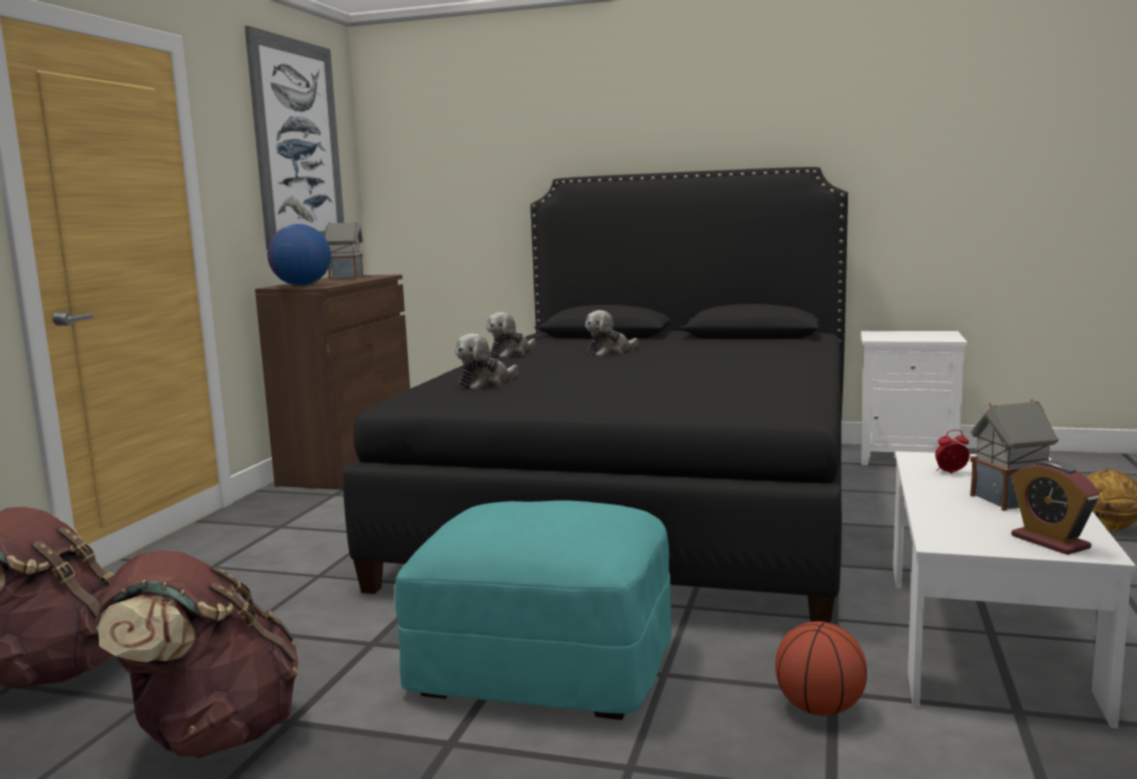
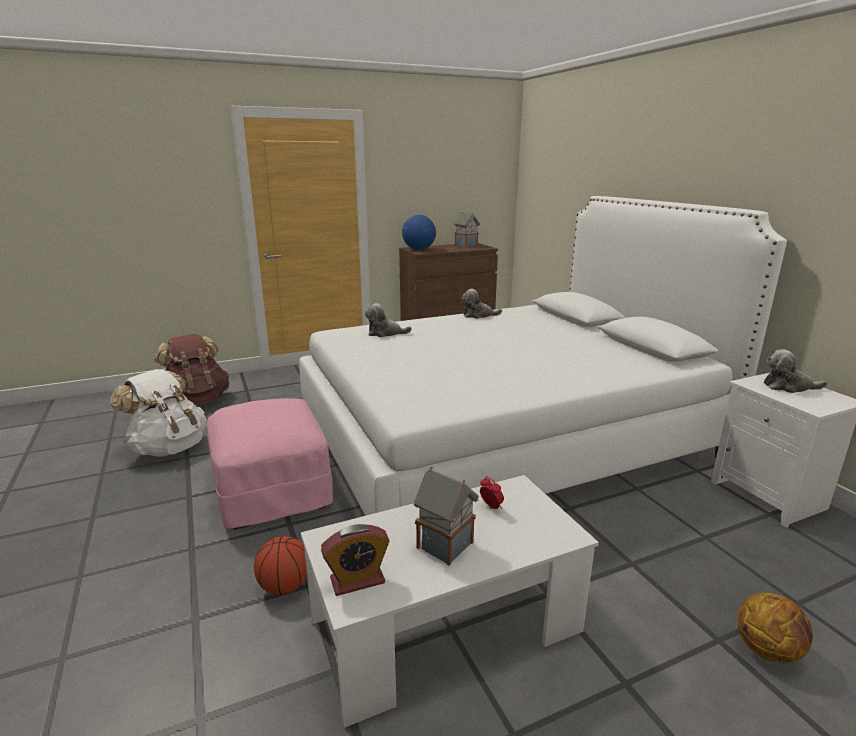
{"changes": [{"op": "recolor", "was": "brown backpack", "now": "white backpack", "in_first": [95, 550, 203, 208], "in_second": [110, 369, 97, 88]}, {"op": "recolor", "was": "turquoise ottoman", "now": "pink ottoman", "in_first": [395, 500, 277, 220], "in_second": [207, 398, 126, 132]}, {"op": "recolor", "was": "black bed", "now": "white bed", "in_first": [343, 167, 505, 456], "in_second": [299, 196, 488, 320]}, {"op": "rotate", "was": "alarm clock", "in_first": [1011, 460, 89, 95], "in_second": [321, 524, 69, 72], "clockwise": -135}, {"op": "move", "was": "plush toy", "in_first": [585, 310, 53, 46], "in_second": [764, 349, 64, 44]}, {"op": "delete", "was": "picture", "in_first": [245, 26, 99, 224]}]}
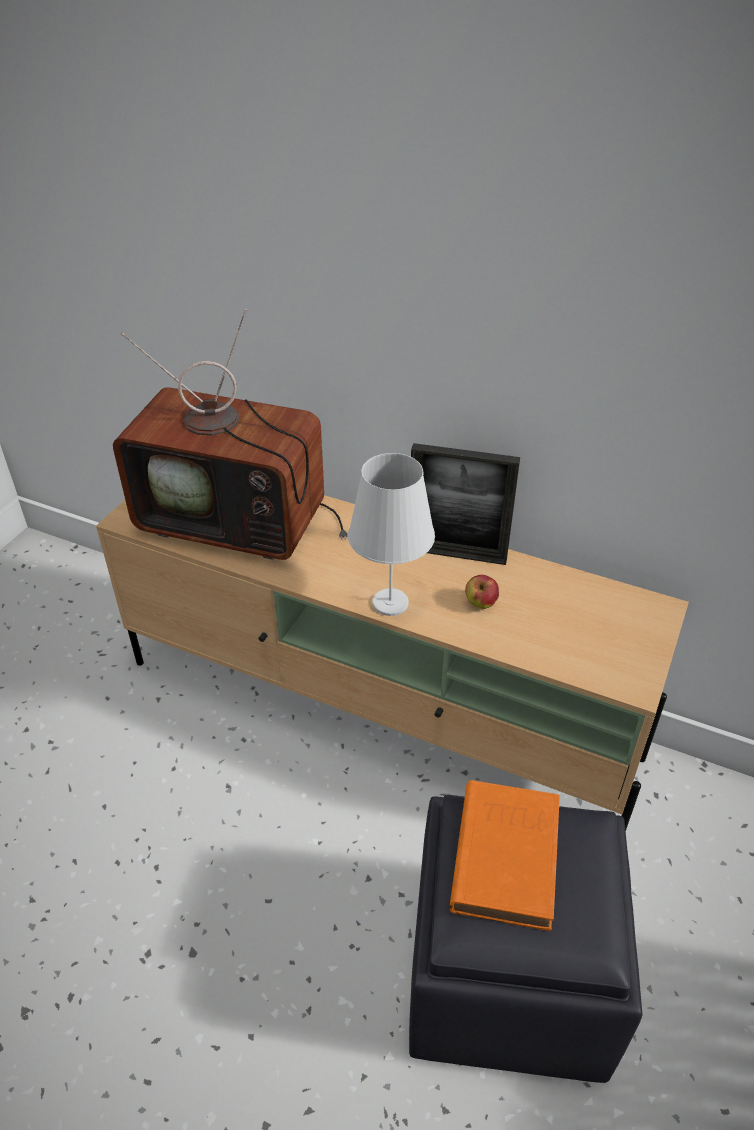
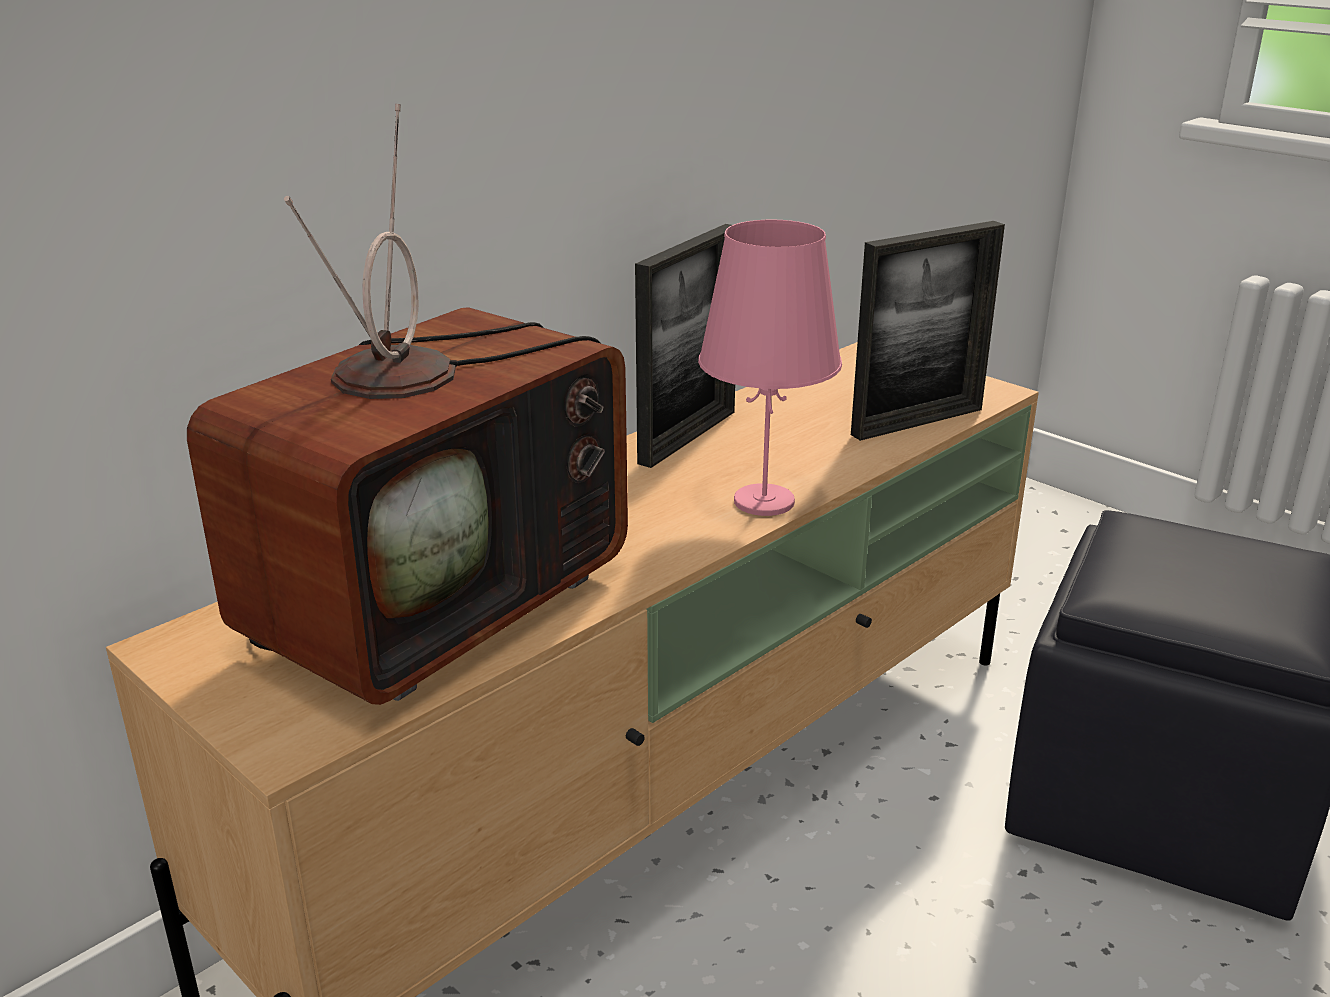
{"changes": [{"op": "recolor", "was": "white table lamp", "now": "pink table lamp", "in_first": [348, 453, 87, 163], "in_second": [698, 220, 144, 296]}, {"op": "insert", "now": "picture frame", "in_second": [851, 221, 154, 220]}, {"op": "delete", "was": "orange book", "in_first": [449, 780, 111, 151]}, {"op": "delete", "was": "apple", "in_first": [465, 575, 34, 34]}]}
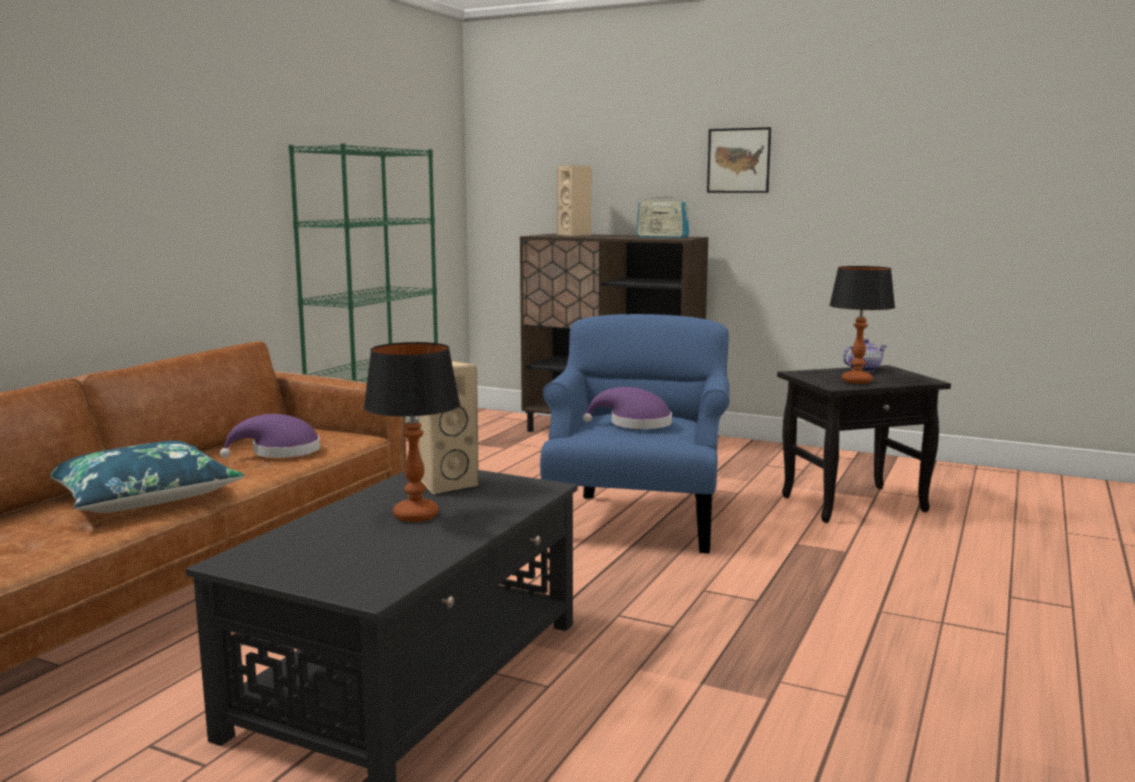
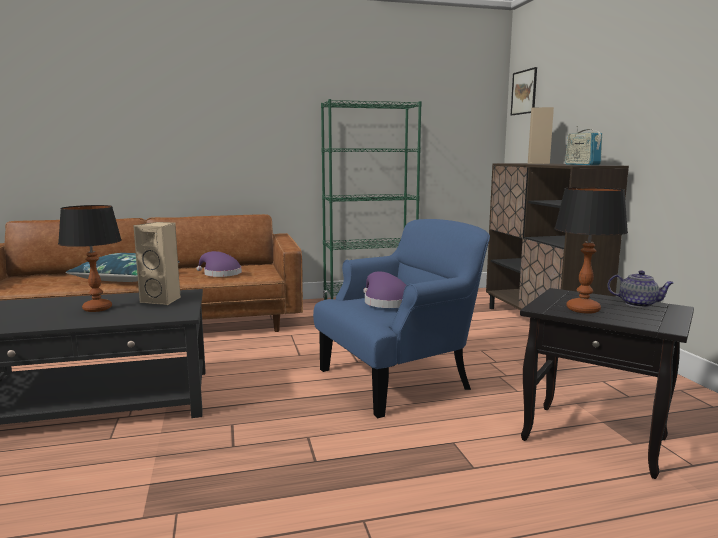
{"changes": [{"op": "move", "was": "picture", "in_first": [707, 127, 64, 66], "in_second": [511, 67, 26, 48]}]}
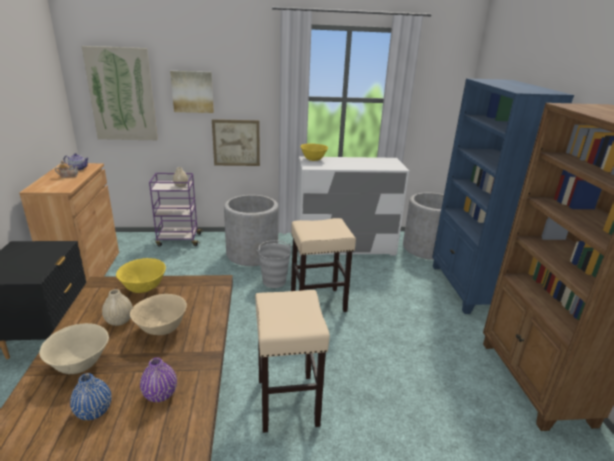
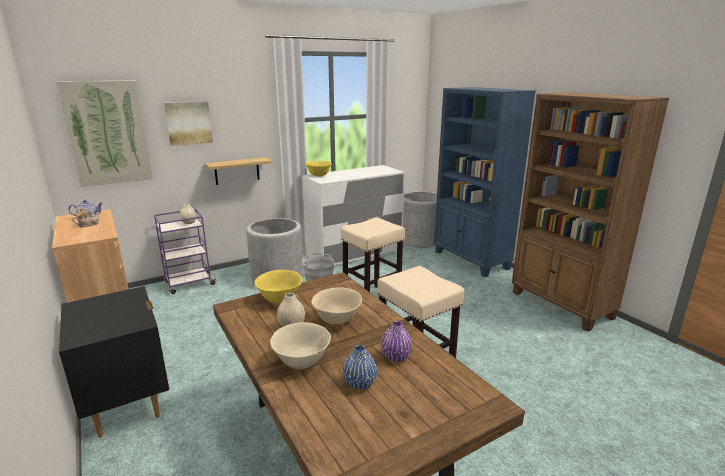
{"changes": [{"op": "replace", "was": "picture", "now": "shelf", "in_first": [212, 119, 48, 47], "in_second": [205, 157, 67, 28]}]}
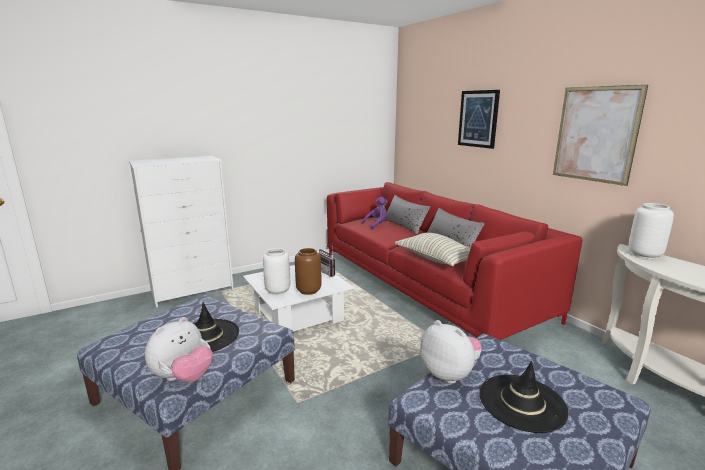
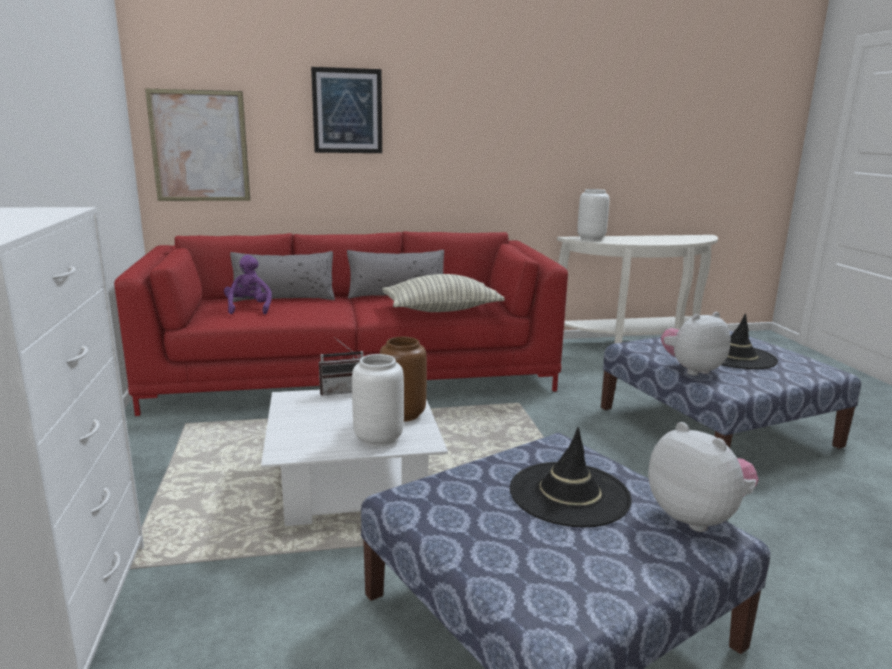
{"changes": [{"op": "move", "was": "picture", "in_first": [553, 85, 95, 101], "in_second": [145, 89, 105, 112]}]}
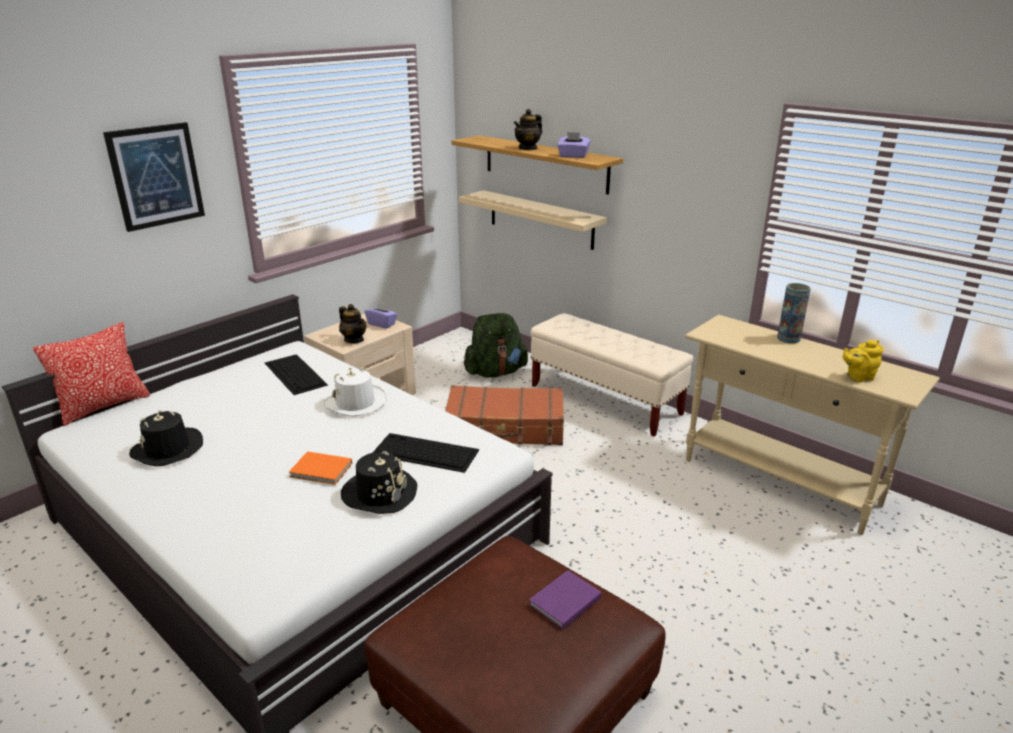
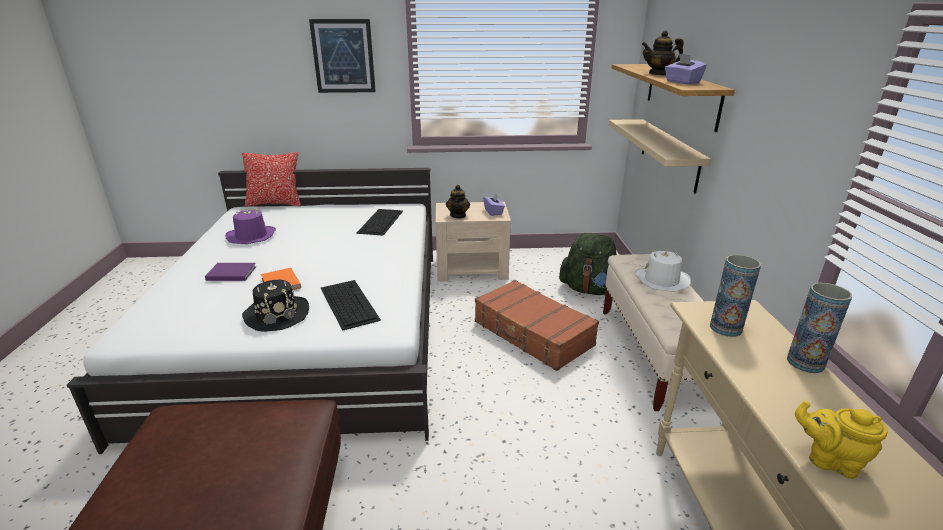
{"changes": [{"op": "move", "was": "purple book", "in_first": [529, 570, 73, 59], "in_second": [205, 263, 51, 18]}, {"op": "recolor", "was": "black hat", "now": "purple hat", "in_first": [129, 410, 74, 56], "in_second": [225, 208, 51, 36]}, {"op": "move", "was": "white hat", "in_first": [324, 368, 63, 48], "in_second": [635, 250, 56, 42]}, {"op": "insert", "now": "vase", "in_second": [710, 255, 51, 82]}]}
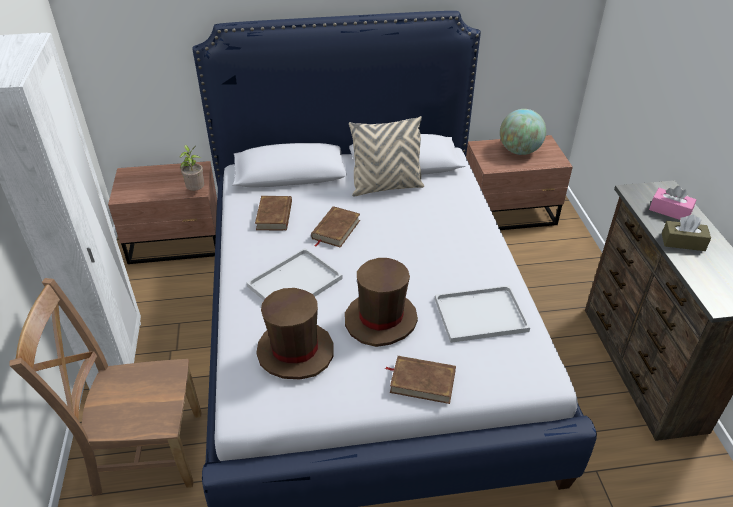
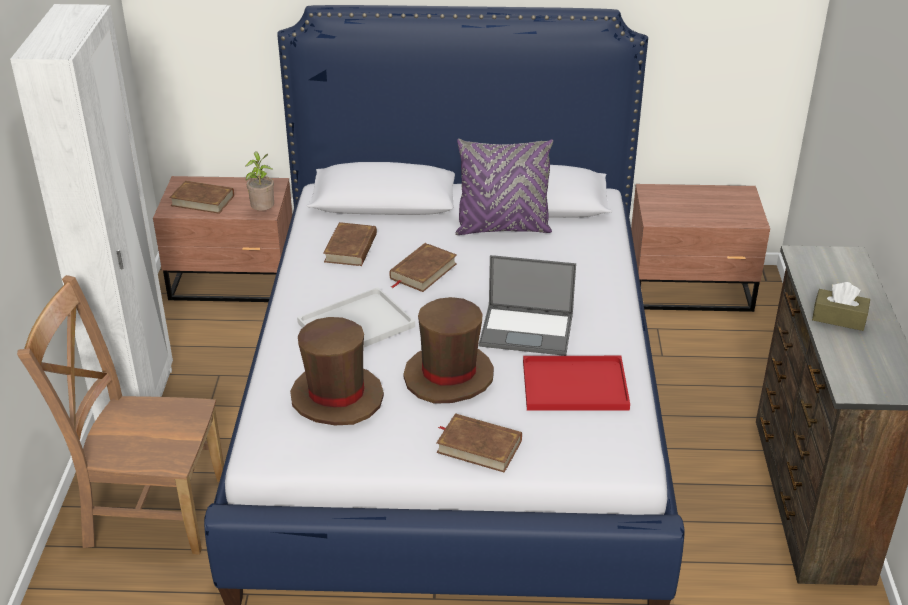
{"changes": [{"op": "insert", "now": "brown book", "in_second": [169, 181, 65, 33]}, {"op": "recolor", "was": "beige pillow", "now": "purple pillow", "in_first": [349, 116, 75, 80], "in_second": [455, 139, 98, 96]}, {"op": "insert", "now": "laptop", "in_second": [479, 255, 97, 101]}, {"op": "recolor", "was": "white tray", "now": "red tray", "in_first": [435, 285, 95, 58], "in_second": [523, 356, 107, 55]}, {"op": "delete", "was": "globe", "in_first": [500, 109, 46, 46]}, {"op": "delete", "was": "pink tissue box", "in_first": [649, 186, 48, 34]}]}
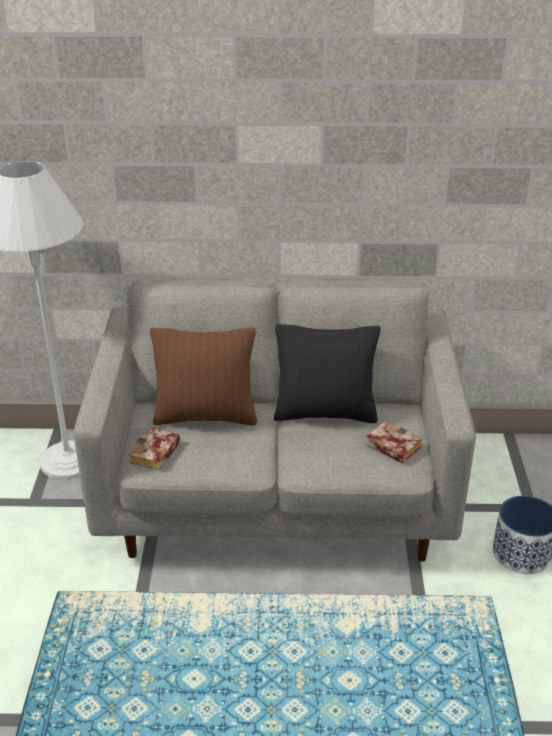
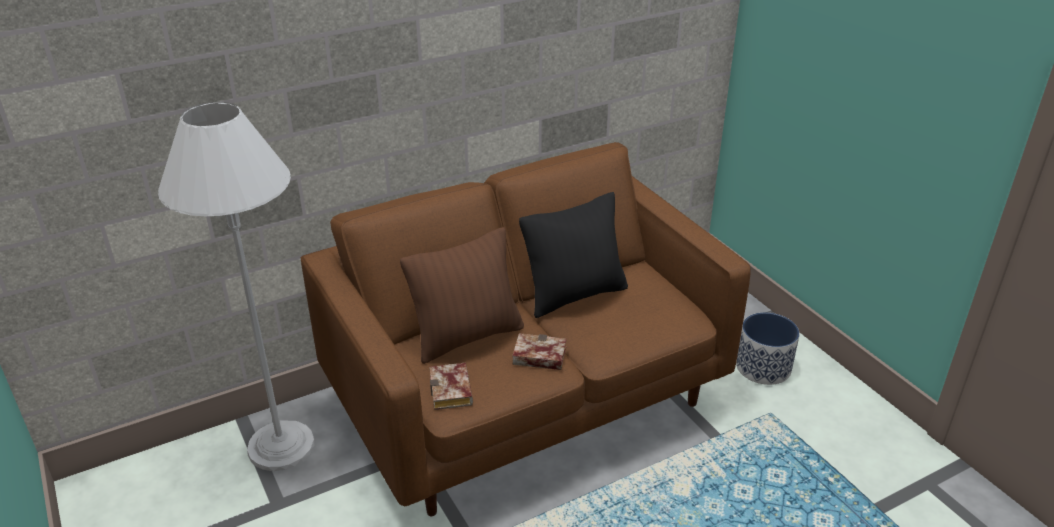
{"changes": [{"op": "recolor", "was": "grey sofa", "now": "brown sofa", "in_first": [74, 279, 402, 283], "in_second": [301, 142, 450, 374]}, {"op": "move", "was": "book", "in_first": [365, 421, 57, 42], "in_second": [512, 333, 55, 37]}]}
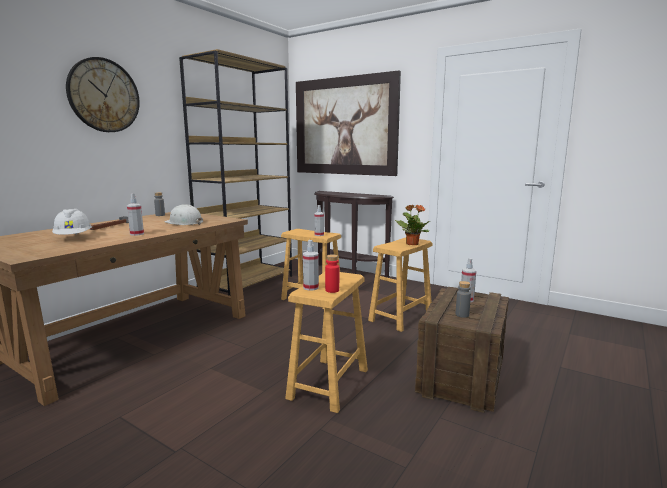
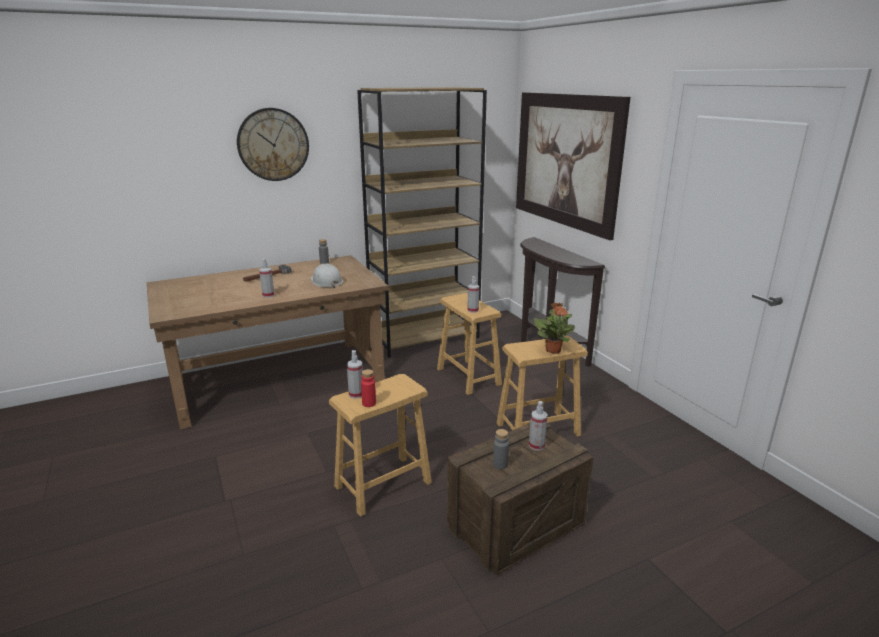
{"changes": [{"op": "delete", "was": "white hard hat", "in_first": [52, 209, 40, 26]}]}
